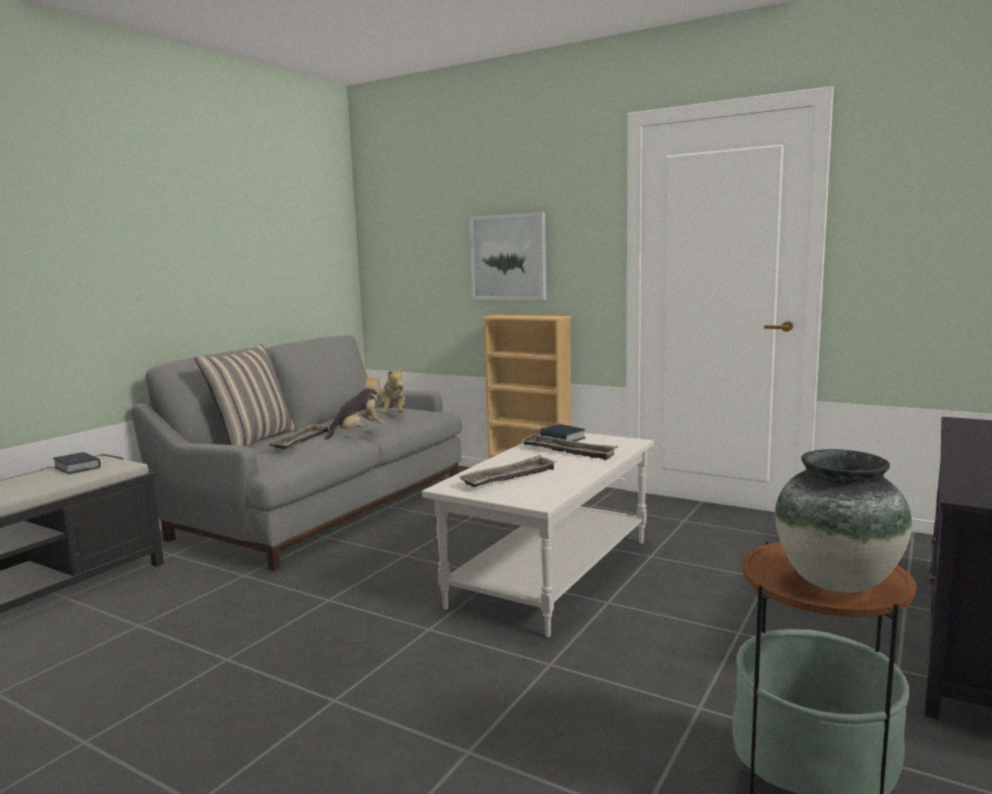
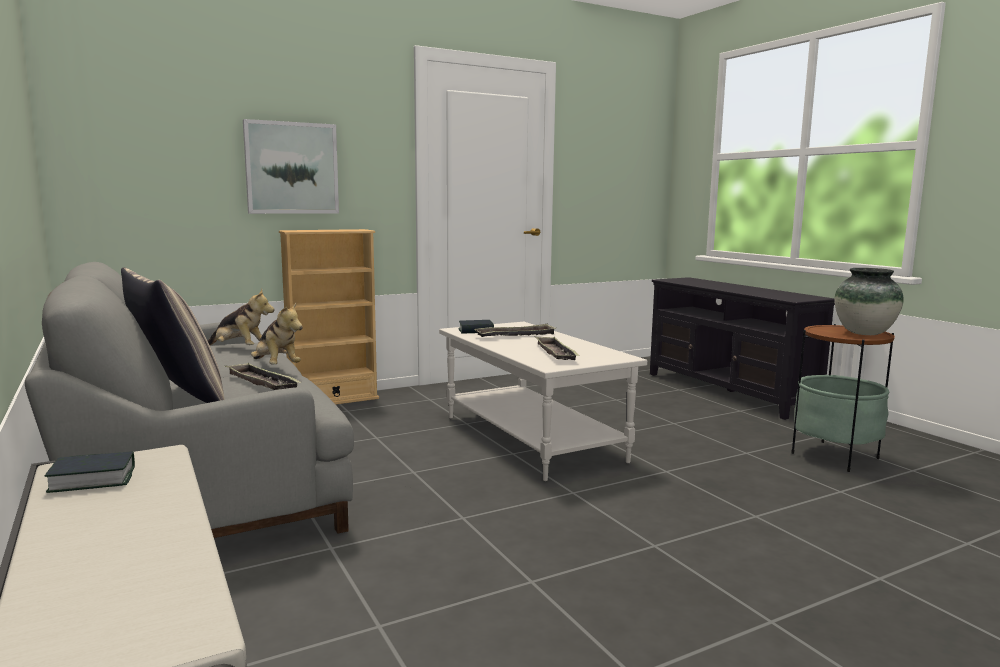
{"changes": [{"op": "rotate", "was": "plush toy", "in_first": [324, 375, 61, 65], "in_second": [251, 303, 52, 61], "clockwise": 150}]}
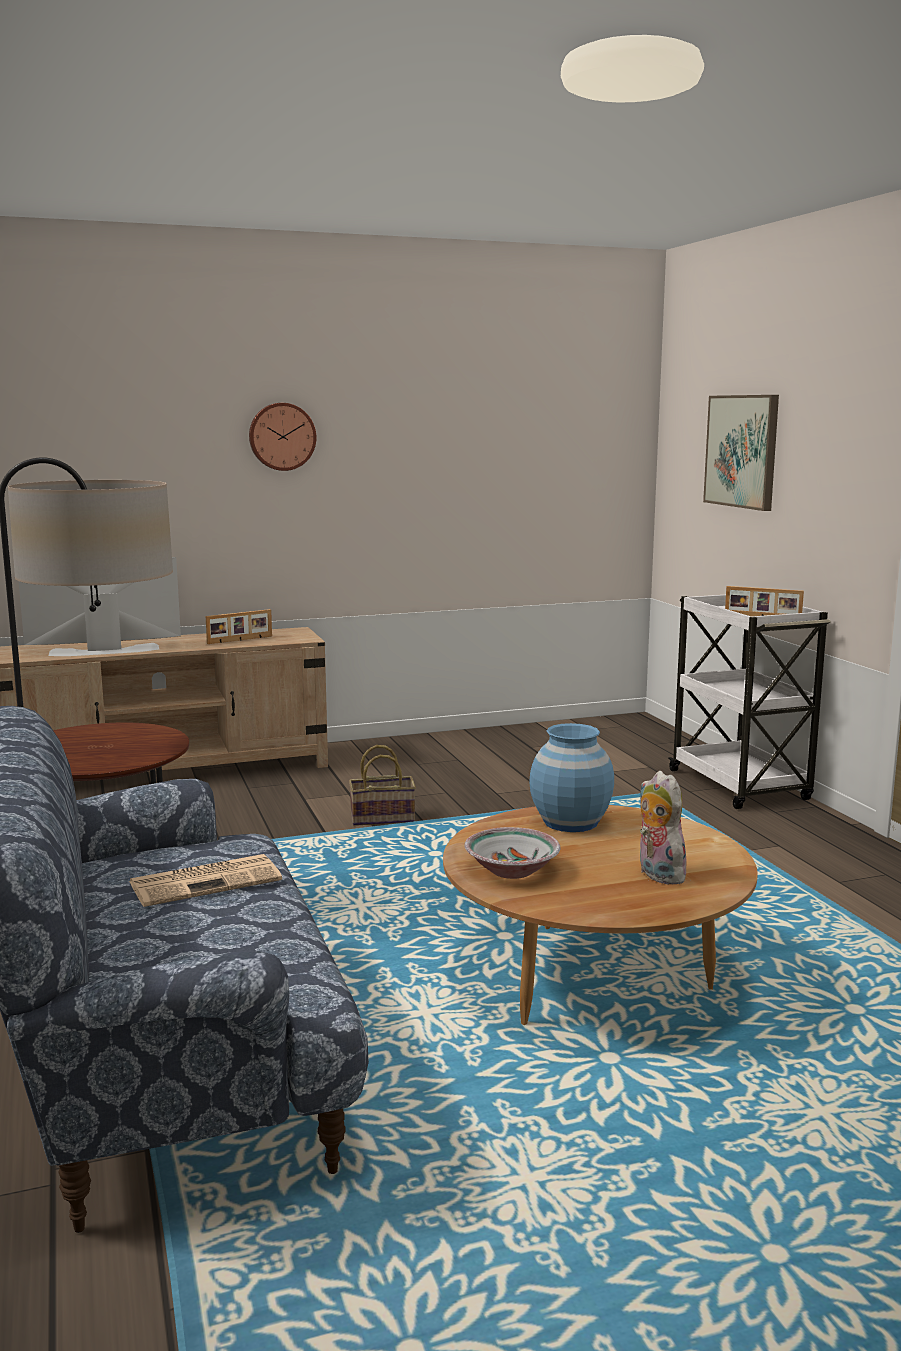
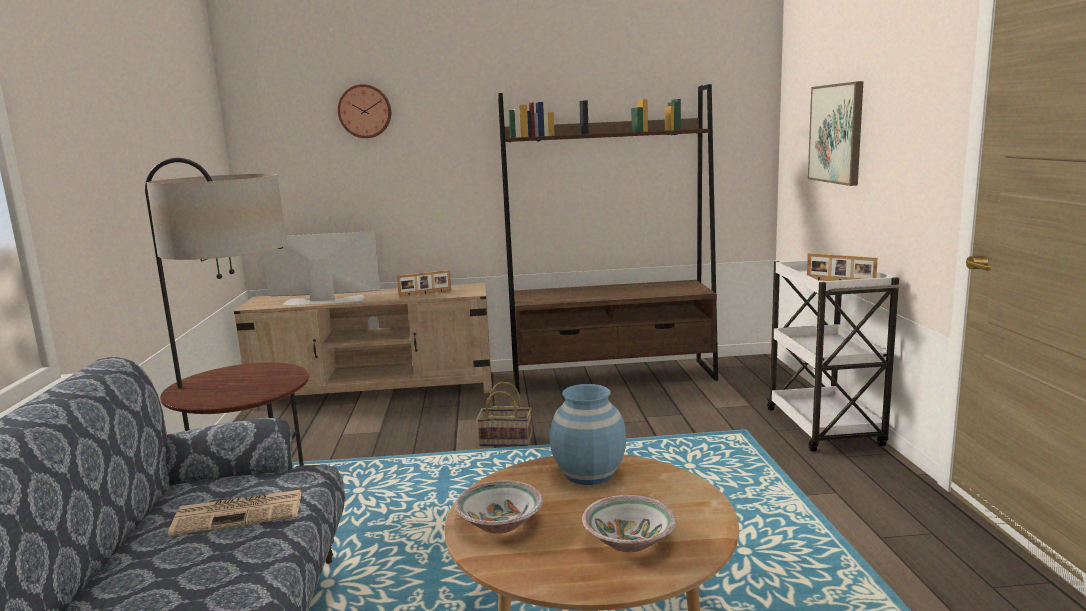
{"changes": [{"op": "move", "was": "wall clock", "in_first": [249, 403, 67, 68], "in_second": [338, 84, 53, 54]}, {"op": "insert", "now": "brown bookcase", "in_second": [498, 84, 220, 311]}, {"op": "replace", "was": "plush toy", "now": "bowl", "in_first": [640, 771, 46, 114], "in_second": [582, 495, 94, 57]}]}
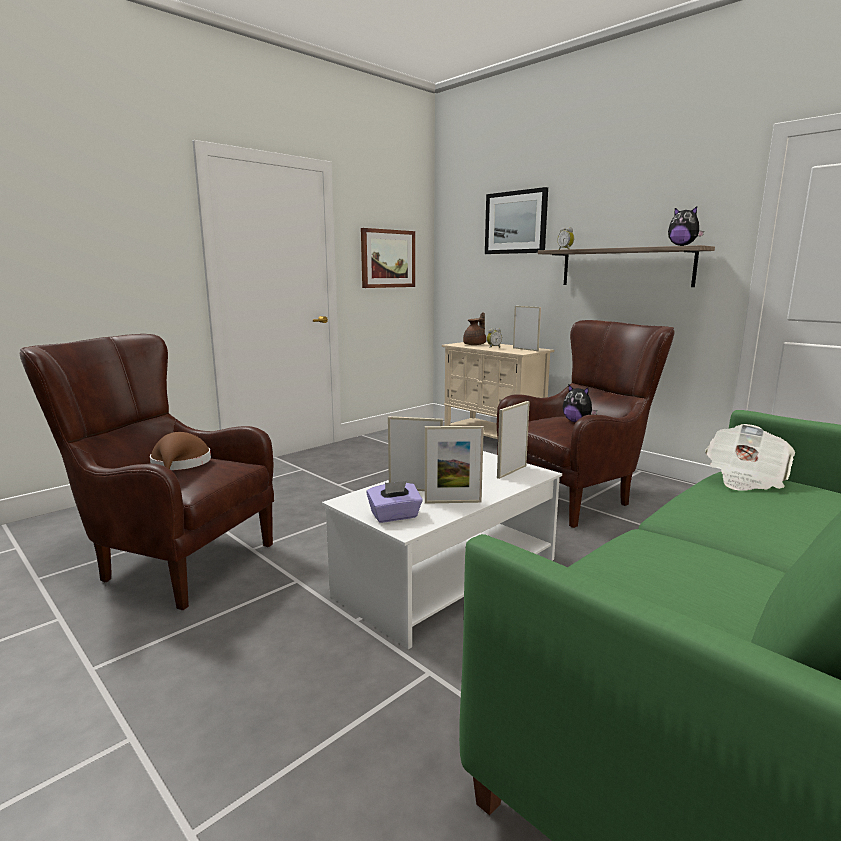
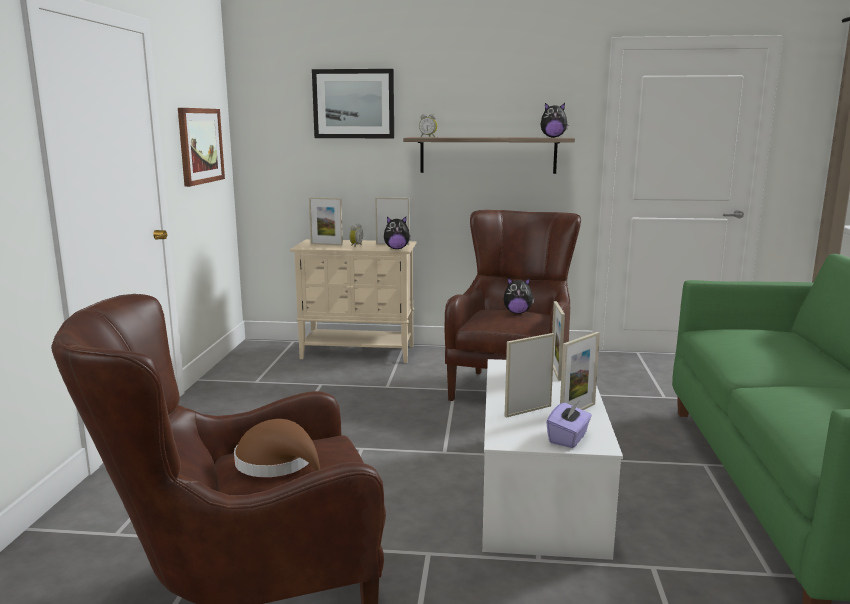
{"changes": [{"op": "replace", "was": "brown teapot", "now": "picture frame", "in_first": [463, 312, 23, 33], "in_second": [309, 197, 34, 49]}, {"op": "insert", "now": "plush toy", "in_second": [384, 217, 27, 32]}, {"op": "delete", "was": "newspaper", "in_first": [705, 424, 90, 67]}]}
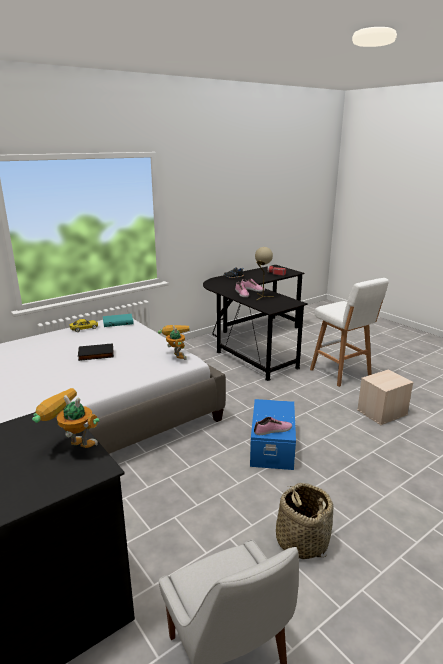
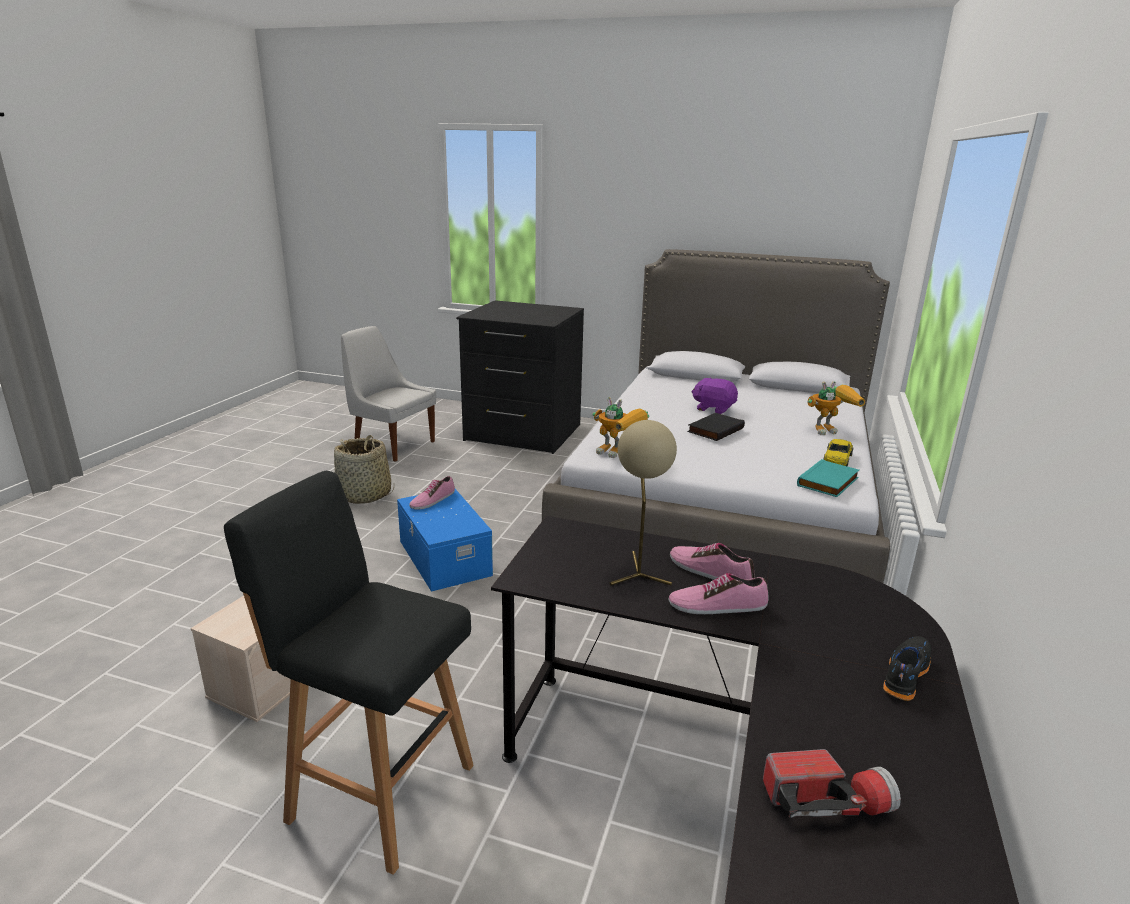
{"changes": [{"op": "recolor", "was": "white stool", "now": "black stool", "in_first": [310, 278, 79, 109], "in_second": [224, 471, 250, 404]}, {"op": "insert", "now": "purple plush toy", "in_second": [691, 377, 47, 37]}, {"op": "move", "was": "toy robot", "in_first": [32, 388, 68, 60], "in_second": [807, 381, 58, 54]}]}
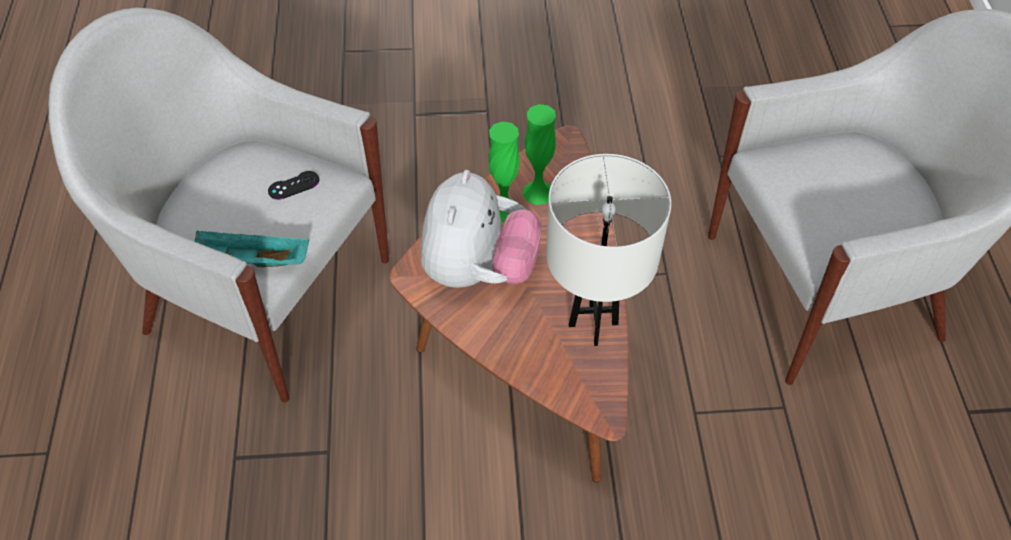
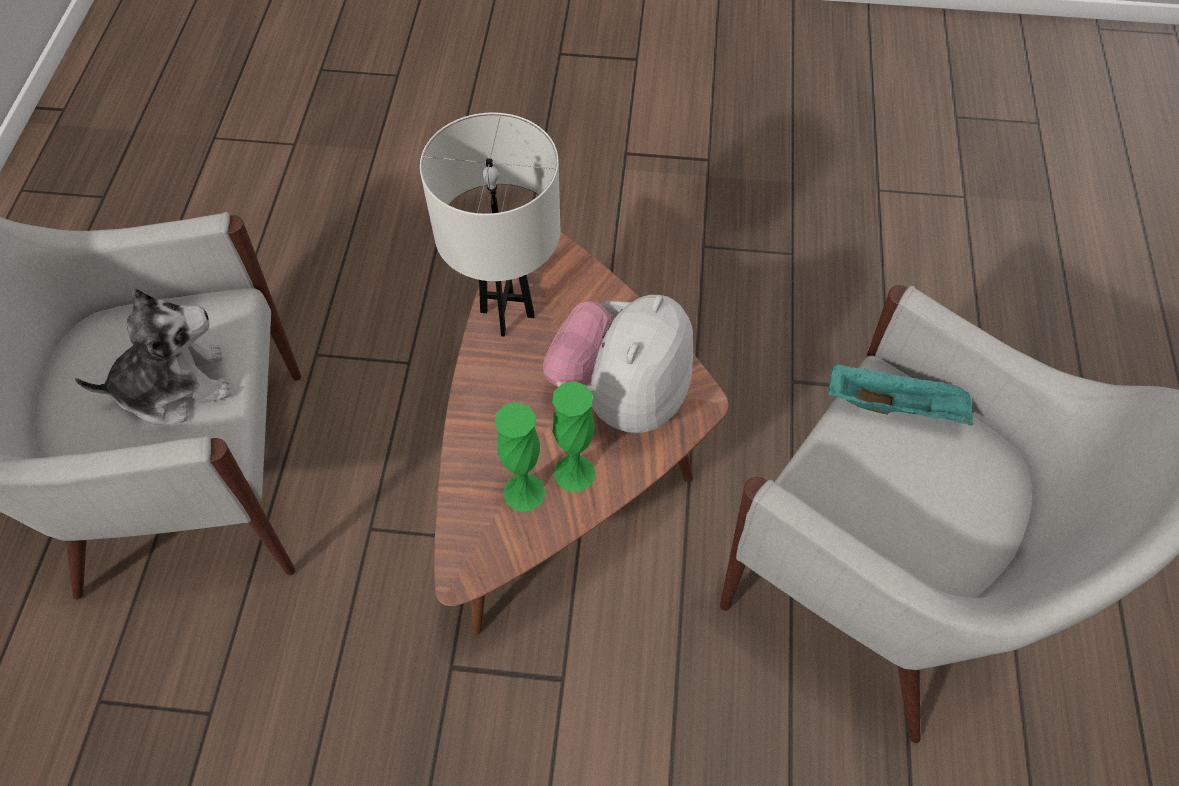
{"changes": [{"op": "insert", "now": "plush toy", "in_second": [75, 289, 157, 136]}, {"op": "delete", "was": "black game controller", "in_first": [268, 171, 51, 29]}]}
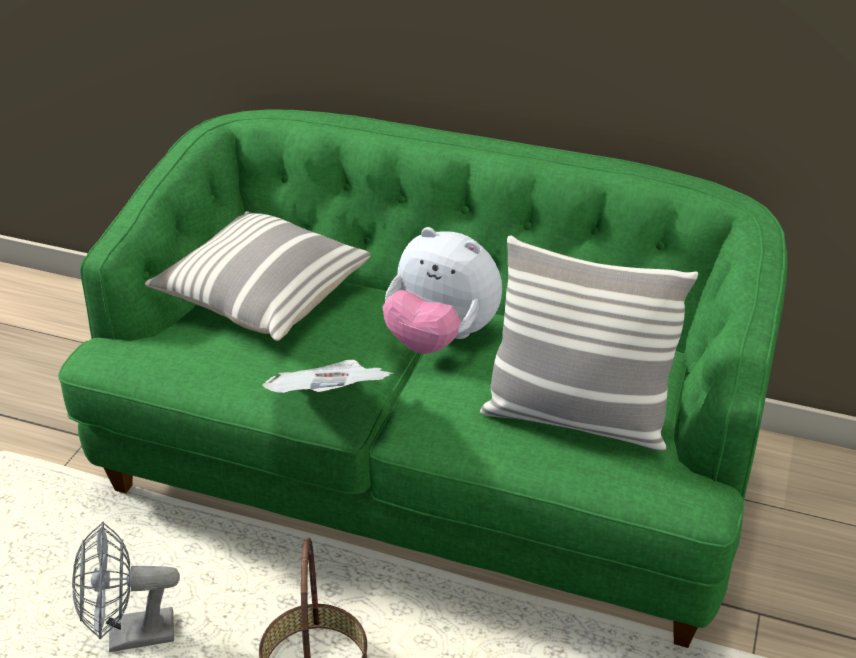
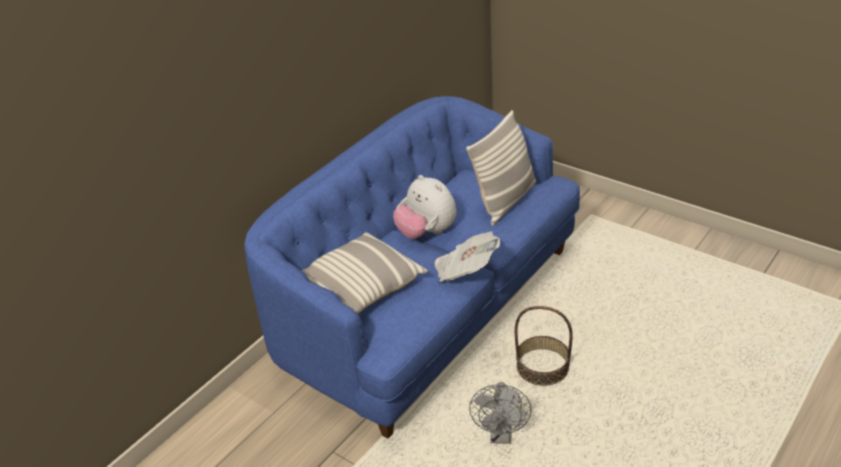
{"changes": [{"op": "recolor", "was": "green sofa", "now": "blue sofa", "in_first": [58, 109, 729, 539], "in_second": [244, 96, 336, 343]}, {"op": "rotate", "was": "plush toy", "in_first": [383, 227, 119, 127], "in_second": [393, 175, 63, 64], "clockwise": 90}]}
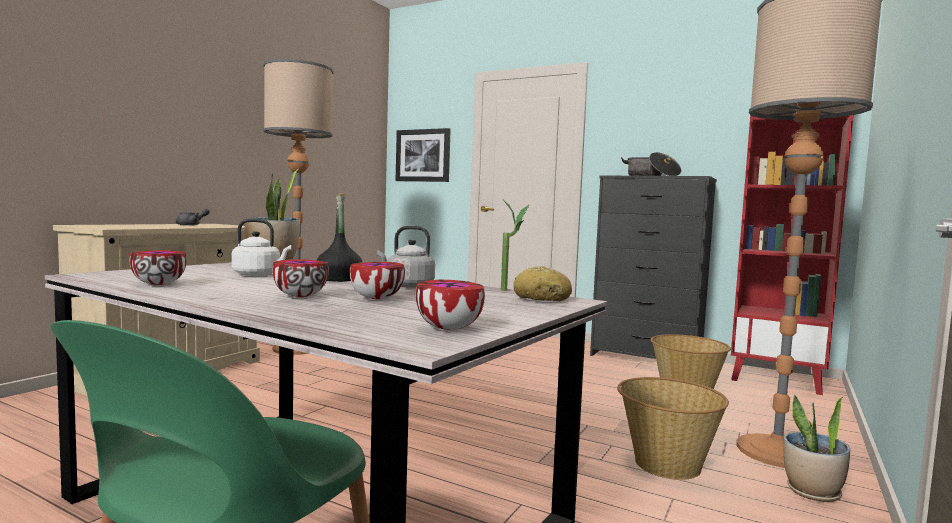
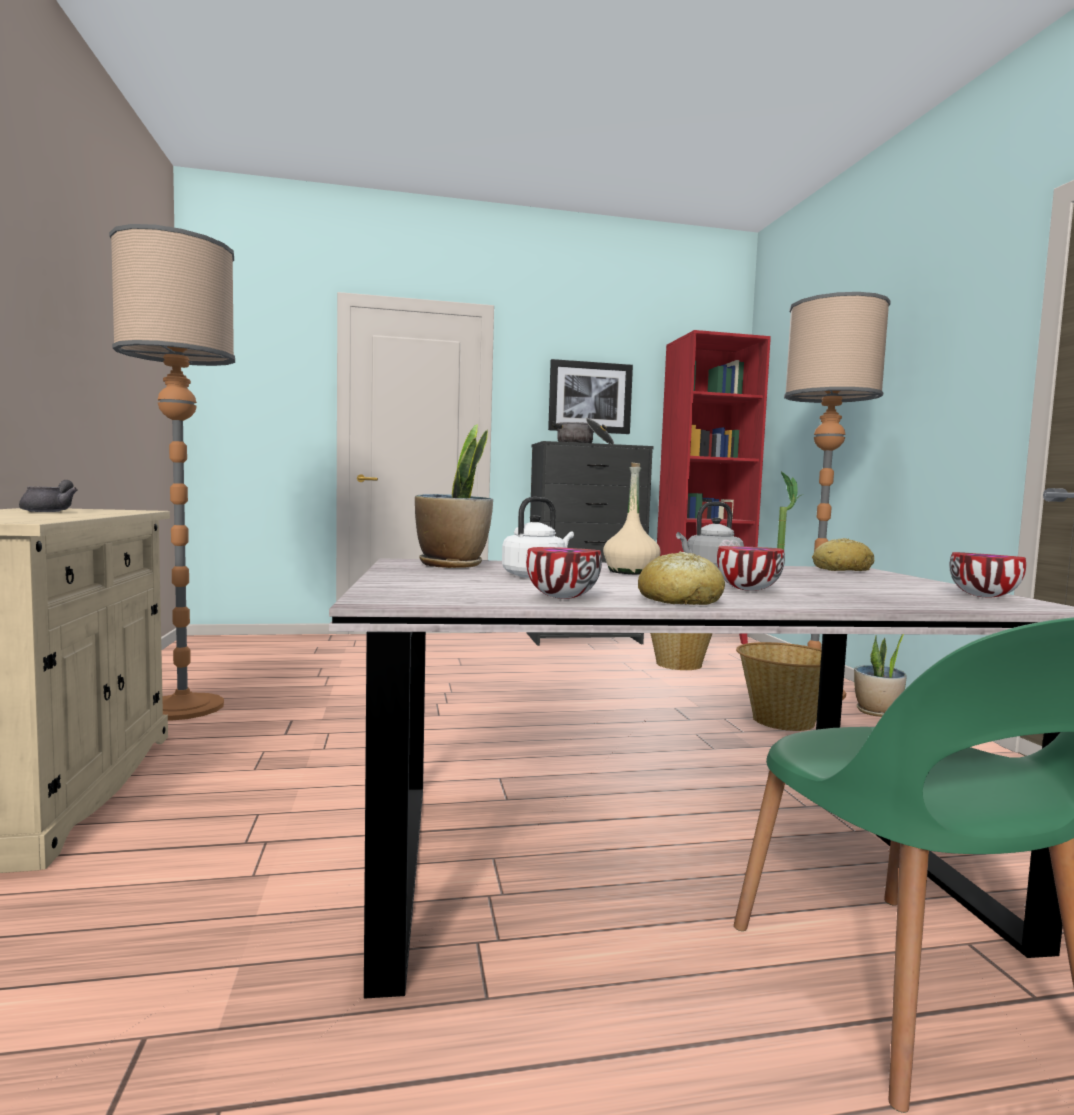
{"changes": [{"op": "move", "was": "picture", "in_first": [396, 128, 55, 54], "in_second": [548, 359, 85, 75]}, {"op": "recolor", "was": "black bottle", "now": "beige bottle", "in_first": [317, 193, 45, 89], "in_second": [603, 463, 58, 111]}, {"op": "insert", "now": "bread", "in_second": [638, 551, 87, 54]}, {"op": "delete", "was": "bowl", "in_first": [350, 262, 55, 37]}]}
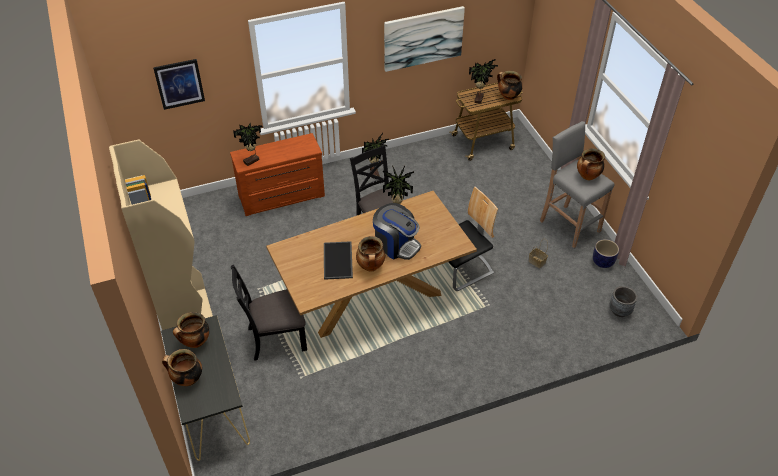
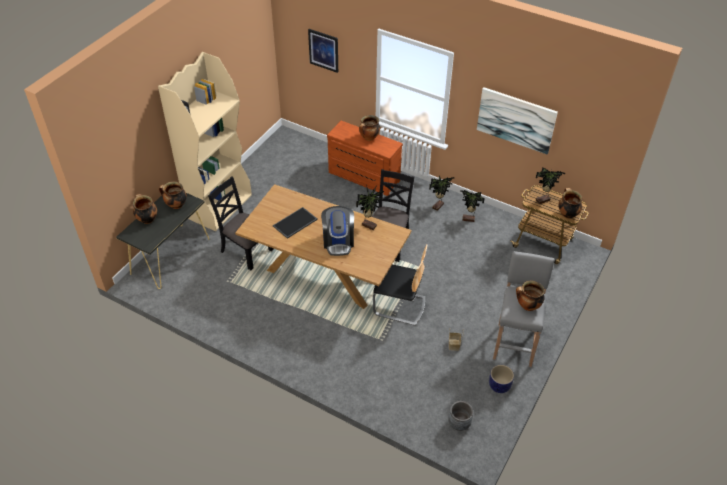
{"changes": [{"op": "move", "was": "cooking pot", "in_first": [356, 236, 29, 35], "in_second": [359, 115, 21, 26]}, {"op": "move", "was": "potted plant", "in_first": [233, 122, 29, 44], "in_second": [460, 190, 25, 32]}]}
